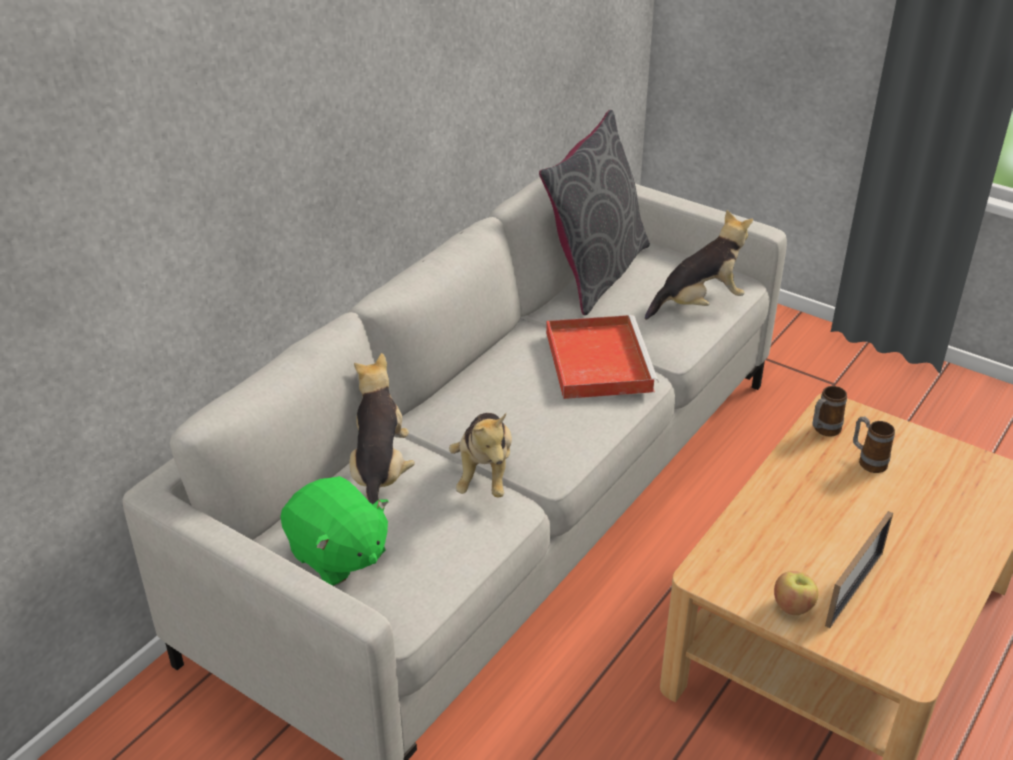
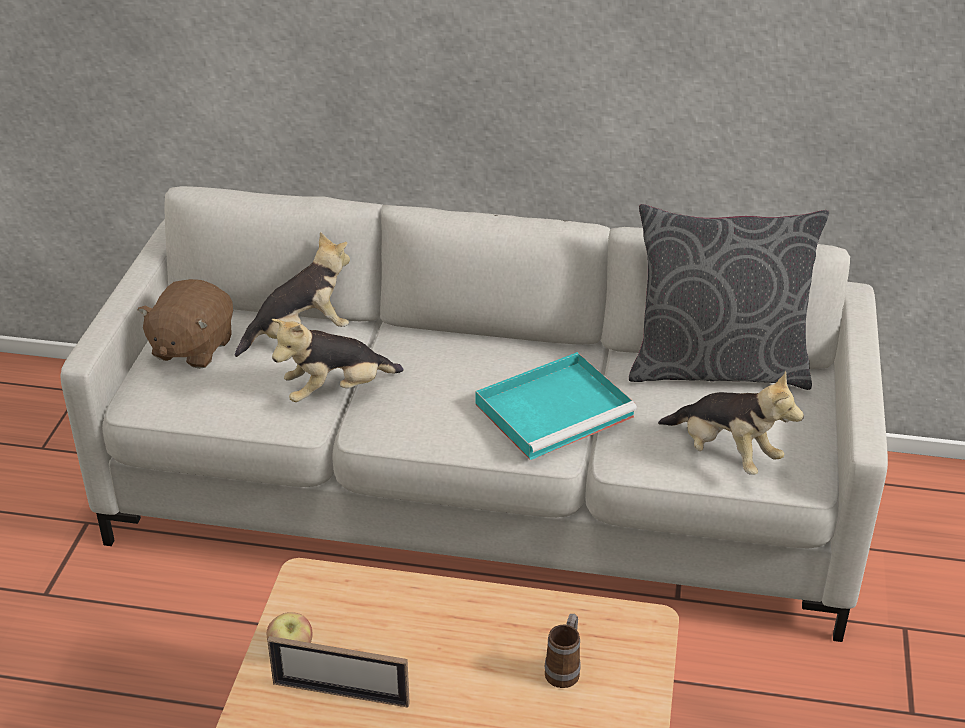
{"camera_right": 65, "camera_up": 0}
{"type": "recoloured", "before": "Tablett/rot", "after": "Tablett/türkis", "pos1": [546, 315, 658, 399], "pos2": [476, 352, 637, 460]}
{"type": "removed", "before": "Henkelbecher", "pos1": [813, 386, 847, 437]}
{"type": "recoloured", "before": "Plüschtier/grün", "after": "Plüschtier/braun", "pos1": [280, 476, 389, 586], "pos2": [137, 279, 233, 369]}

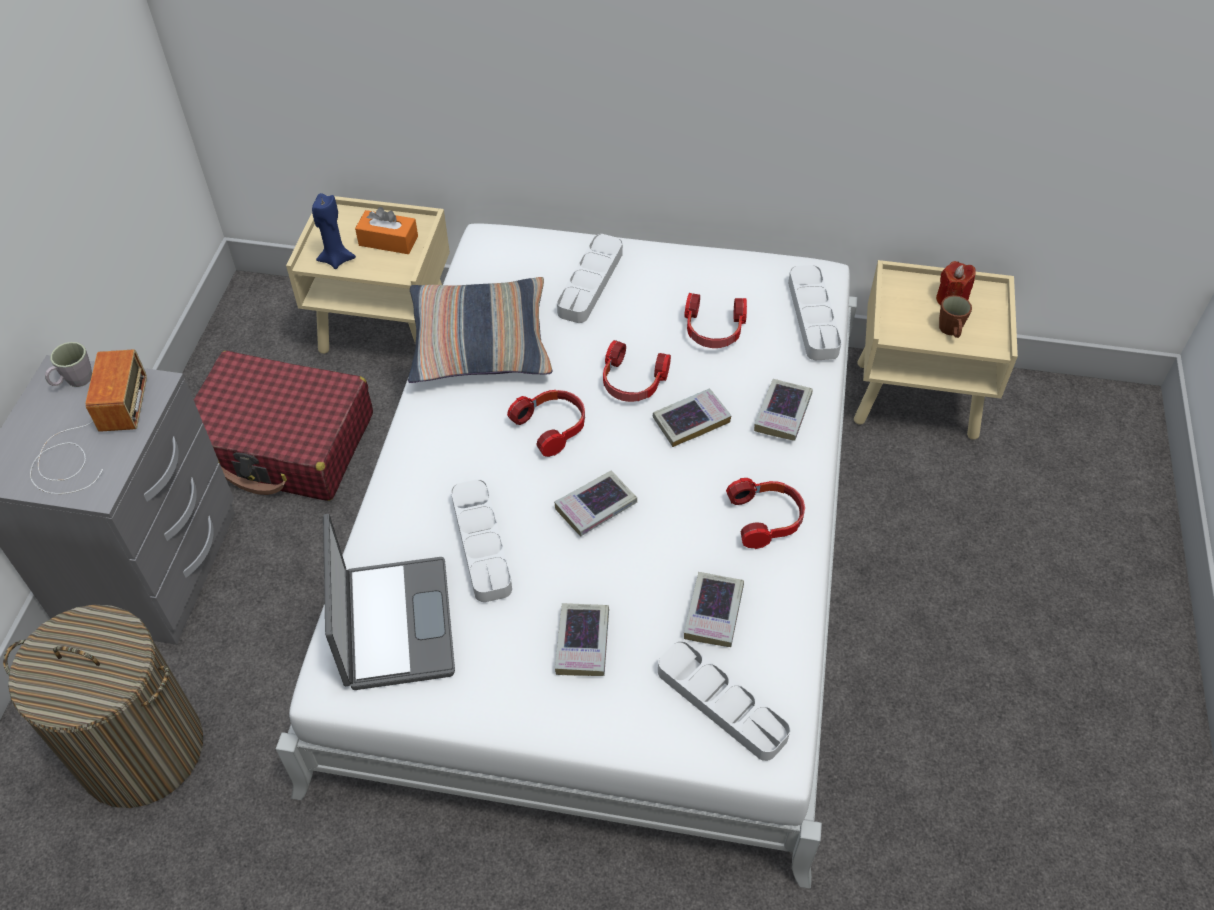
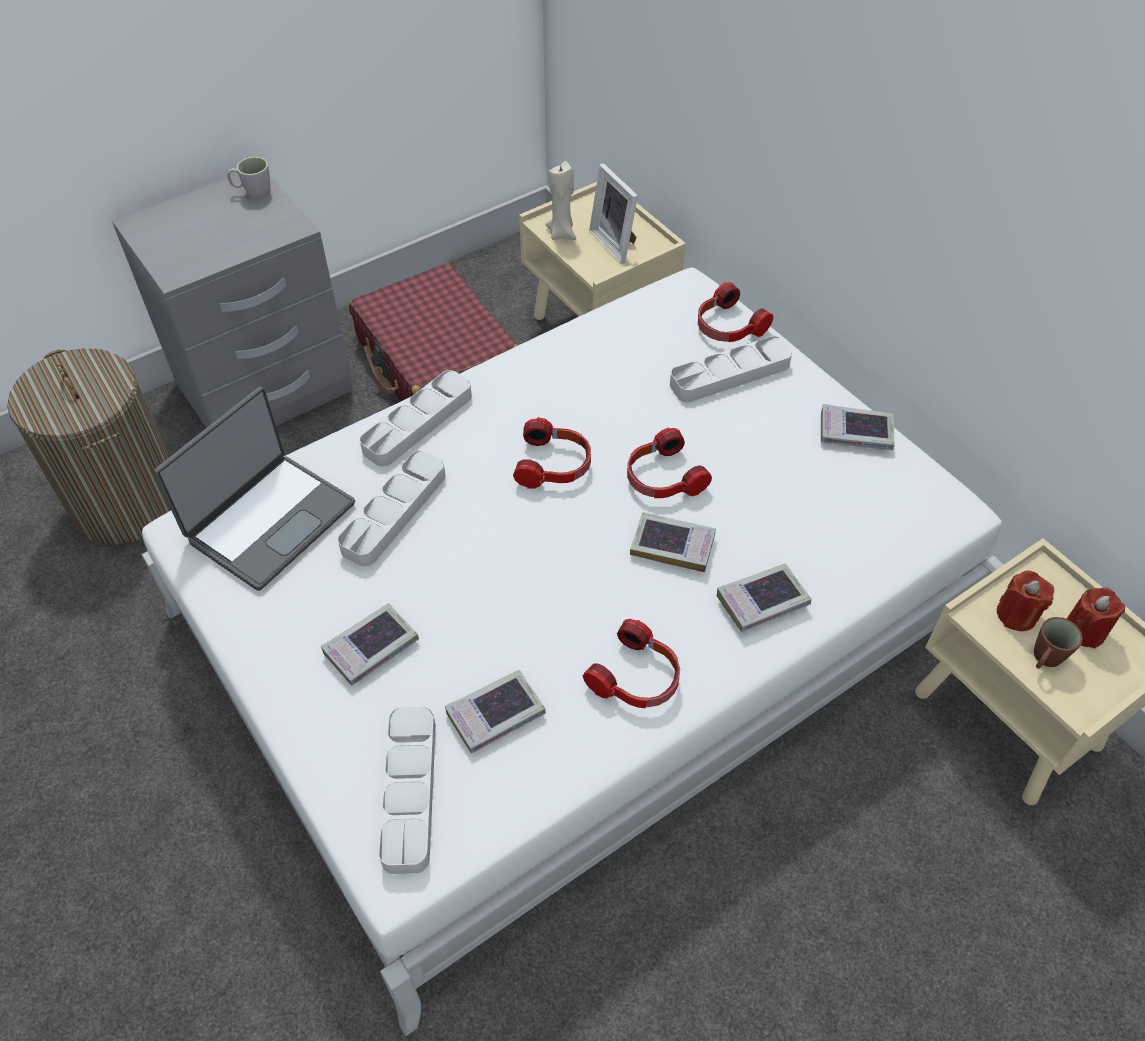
{"camera_right": 45, "camera_up": 0}
{"type": "recoloured", "before": "Kerze/blau", "after": "Kerze/beige", "pos1": [312, 193, 356, 269], "pos2": [545, 161, 576, 240]}
{"type": "replaced", "before": "Taschentuchbox/orange", "after": "Bilderrahmen", "pos1": [355, 207, 418, 254], "pos2": [589, 163, 638, 264]}
{"type": "moved", "before": "Tablett/grau", "pos1": [788, 265, 841, 360], "pos2": [360, 370, 472, 467]}
{"type": "removed", "before": "Kissen", "pos1": [408, 277, 553, 383]}
{"type": "moved", "before": "Kopfhörer", "pos1": [684, 293, 747, 348], "pos2": [698, 282, 773, 342]}
{"type": "removed", "before": "Radio", "pos1": [30, 349, 147, 494]}
{"type": "moved", "before": "Buch", "pos1": [554, 470, 637, 536], "pos2": [821, 404, 895, 450]}
{"type": "added", "after": "Kerze/rot", "pos2": [997, 571, 1054, 631]}

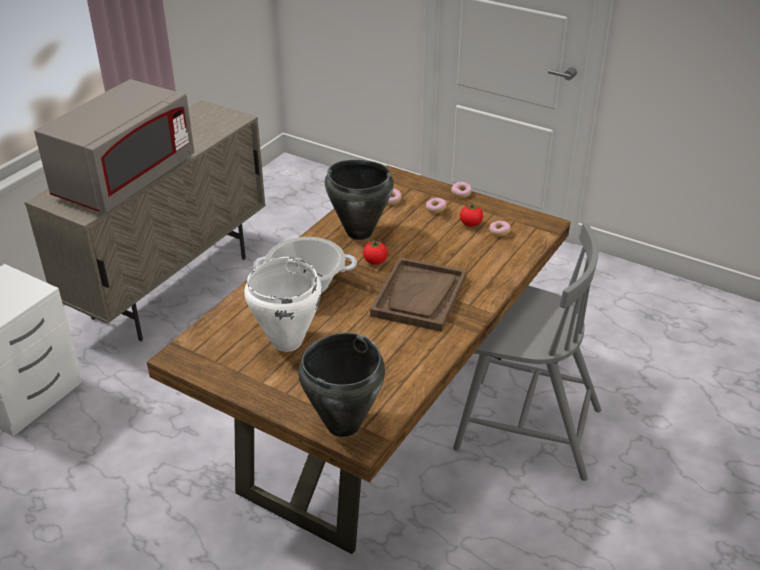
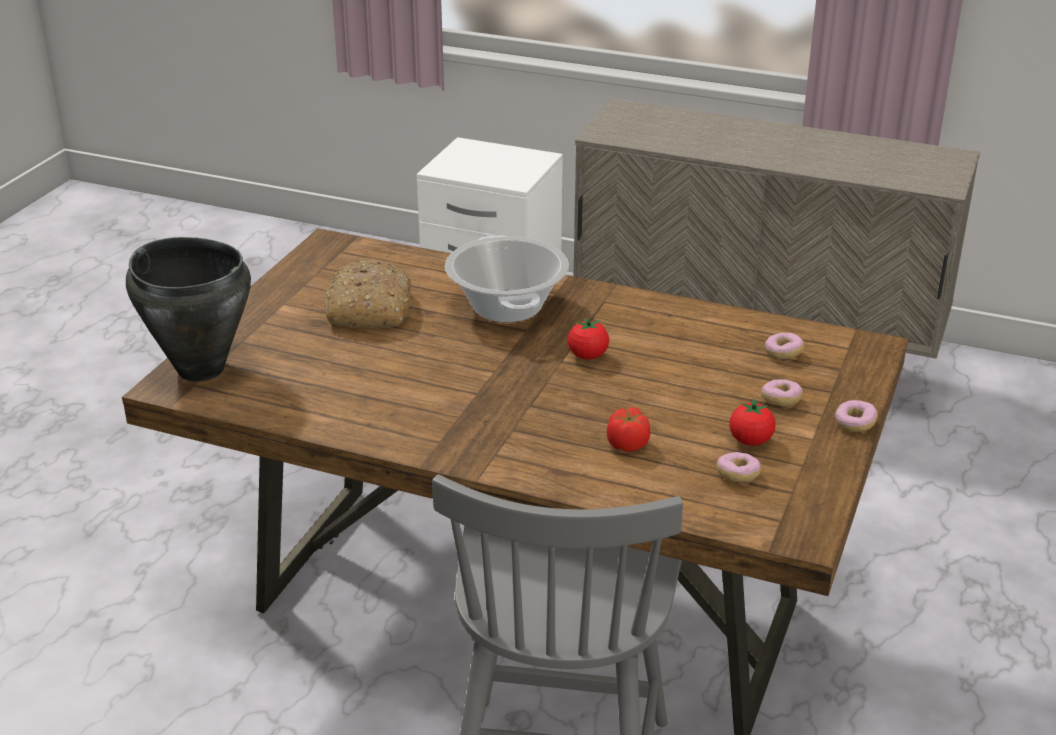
{"camera_right": 80, "camera_up": -5}
{"type": "removed", "before": "Mikrowelle/grau", "pos1": [34, 79, 194, 212]}
{"type": "removed", "before": "Kochtopf/schwarz", "pos1": [325, 160, 394, 240]}
{"type": "replaced", "before": "Kochtopf/weiß", "after": "Brot", "pos1": [244, 257, 322, 352], "pos2": [325, 260, 412, 327]}
{"type": "removed", "before": "Tablett/braun", "pos1": [370, 257, 467, 332]}
{"type": "added", "after": "Tomate", "pos2": [607, 407, 650, 452]}

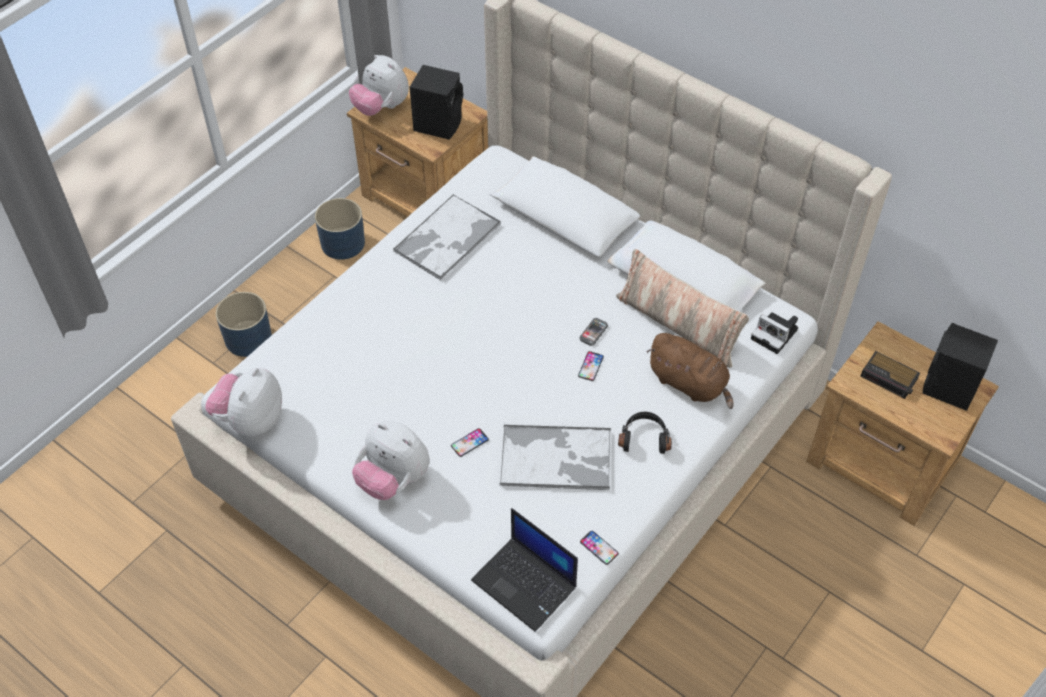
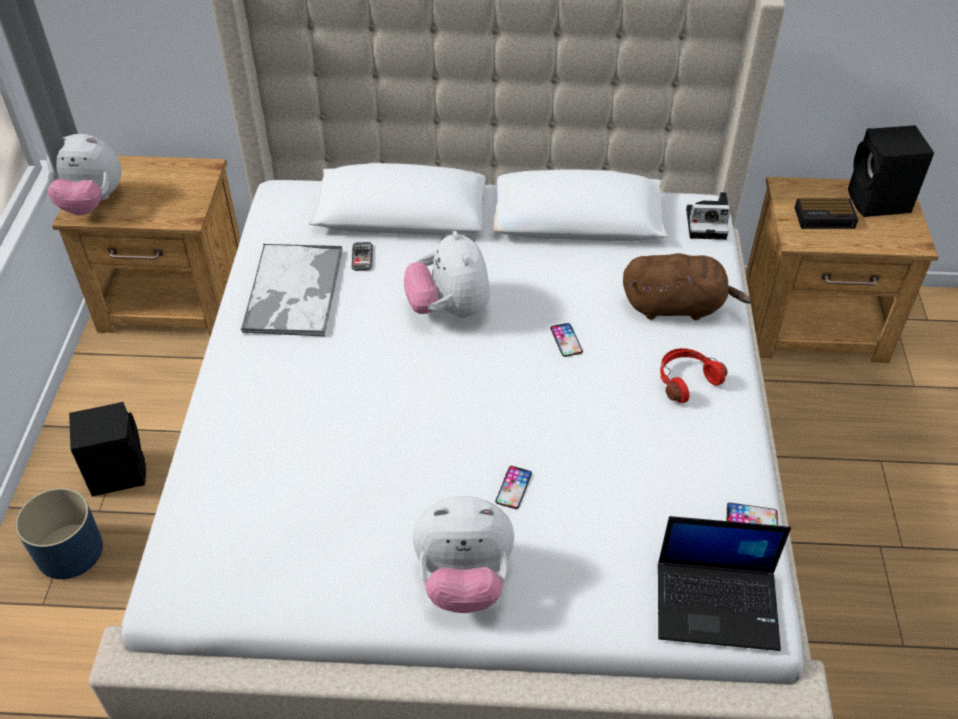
{"camera_right": -35, "camera_up": -5}
{"type": "moved", "before": "Lautsprecher/schwarz", "pos1": [410, 65, 463, 140], "pos2": [69, 402, 146, 497]}
{"type": "removed", "before": "Pflanzkübel/blau", "pos1": [315, 198, 365, 260]}
{"type": "removed", "before": "Kissen", "pos1": [616, 249, 749, 368]}
{"type": "moved", "before": "Handy", "pos1": [579, 318, 608, 346], "pos2": [351, 242, 373, 271]}
{"type": "moved", "before": "Plüschtier", "pos1": [205, 368, 282, 436], "pos2": [404, 231, 490, 318]}
{"type": "recoloured", "before": "Kopfhörer/schwarz", "after": "Kopfhörer/rot", "pos1": [618, 412, 672, 454], "pos2": [660, 348, 727, 403]}
{"type": "removed", "before": "Tablett", "pos1": [500, 424, 611, 490]}

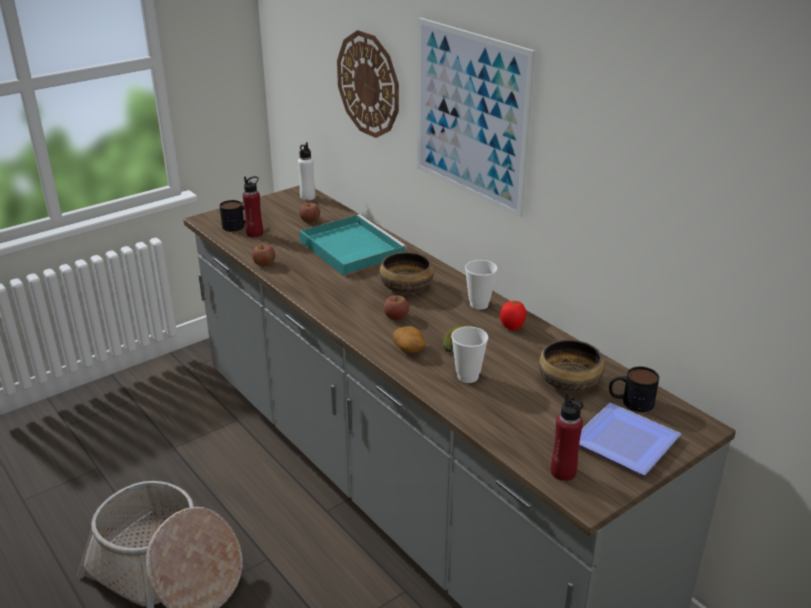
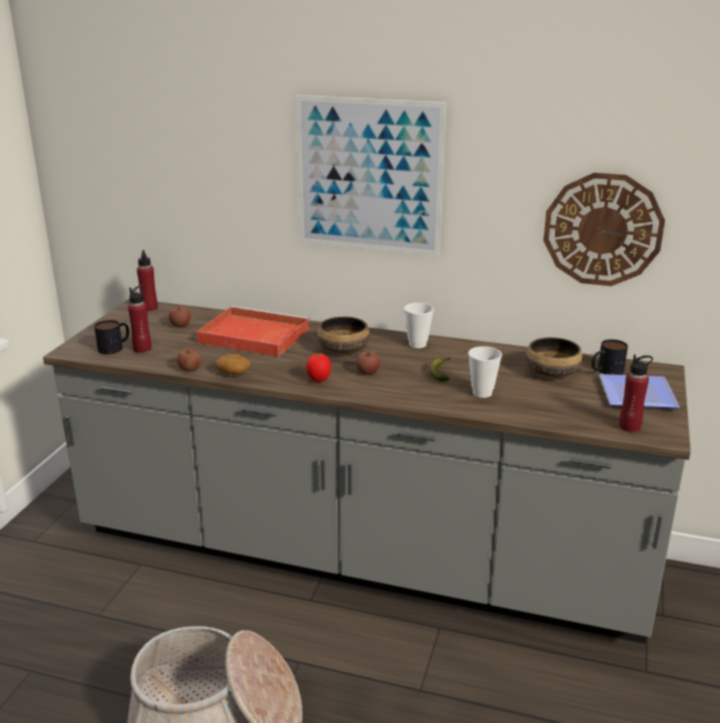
{"camera_right": -35, "camera_up": -5}
{"type": "moved", "before": "Wanduhr", "pos1": [337, 30, 399, 138], "pos2": [543, 173, 665, 286]}
{"type": "recoloured", "before": "Flasche/weiß", "after": "Flasche/rot", "pos1": [298, 142, 315, 201], "pos2": [137, 250, 158, 311]}
{"type": "recoloured", "before": "Tablett/türkis", "after": "Tablett/rot", "pos1": [300, 214, 407, 276], "pos2": [196, 306, 310, 357]}
{"type": "moved", "before": "Tomate", "pos1": [500, 300, 526, 330], "pos2": [306, 353, 331, 382]}
{"type": "moved", "before": "Kartoffel", "pos1": [393, 326, 425, 353], "pos2": [215, 354, 251, 375]}

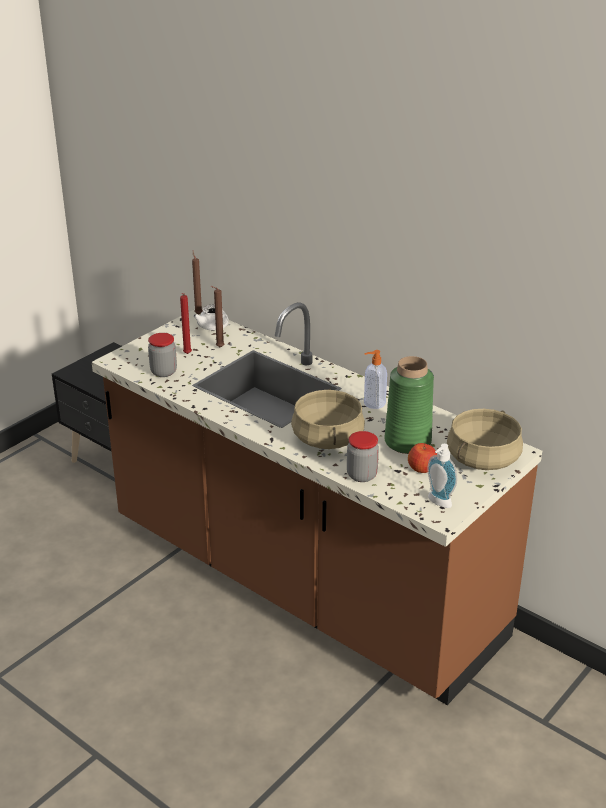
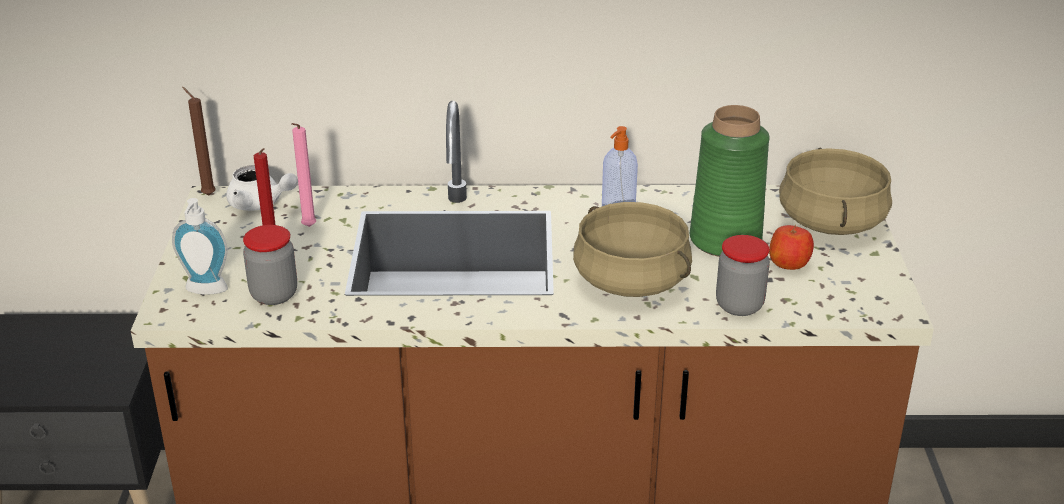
{"camera_right": -40, "camera_up": 0}
{"type": "recoloured", "before": "Kerze/braun", "after": "Kerze/rosa", "pos1": [211, 286, 225, 348], "pos2": [291, 123, 316, 227]}
{"type": "moved", "before": "Seifenspender", "pos1": [427, 444, 457, 508], "pos2": [172, 198, 228, 295]}

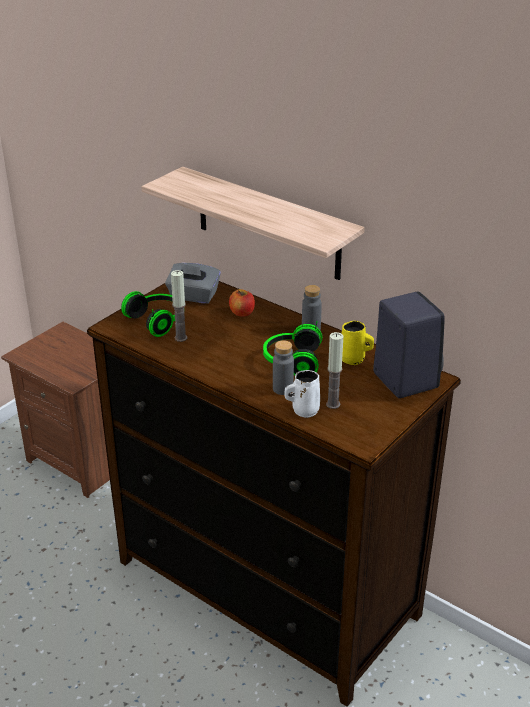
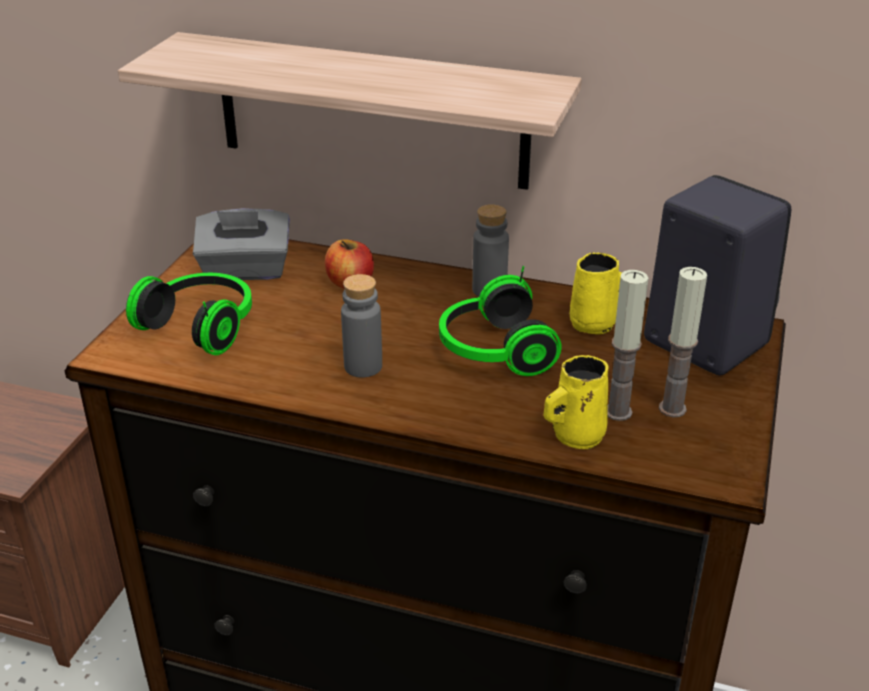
{"camera_right": -20, "camera_up": 0}
{"type": "moved", "before": "Kerze", "pos1": [171, 270, 187, 342], "pos2": [659, 267, 707, 417]}
{"type": "moved", "before": "Flasche/grau", "pos1": [273, 340, 294, 395], "pos2": [341, 274, 382, 378]}
{"type": "recoloured", "before": "Henkelbecher/weiß", "after": "Henkelbecher/gelb", "pos1": [284, 370, 320, 418], "pos2": [544, 355, 609, 449]}

